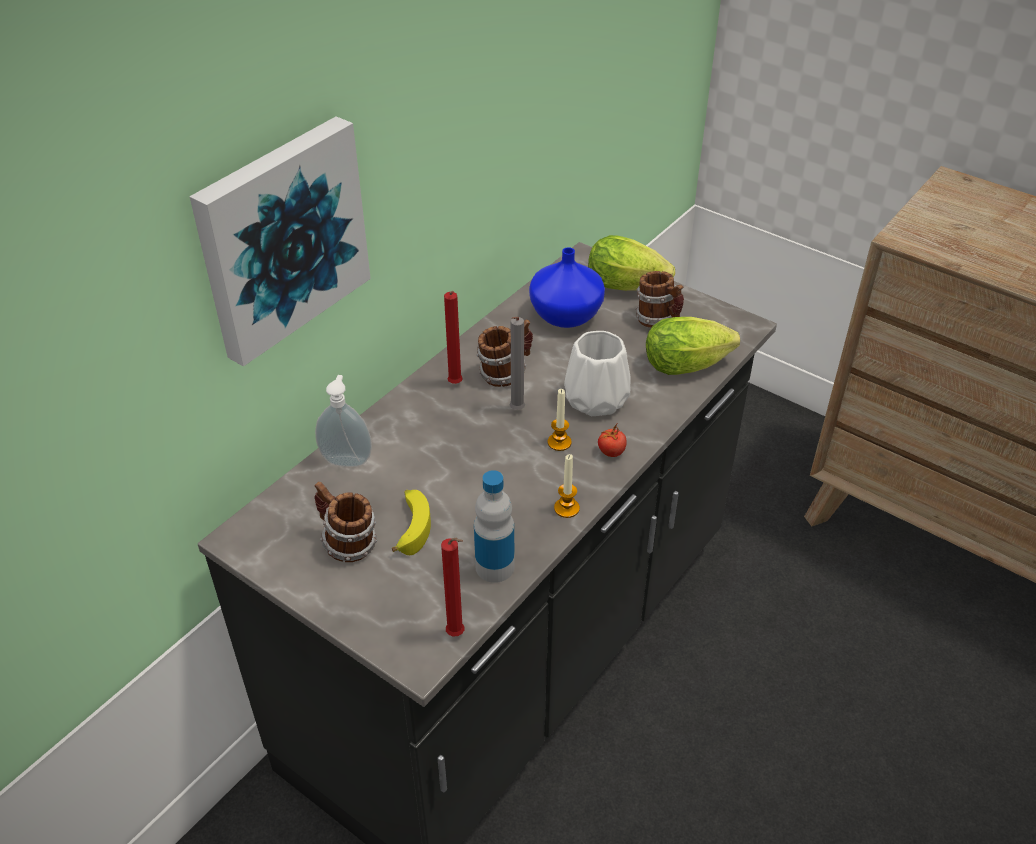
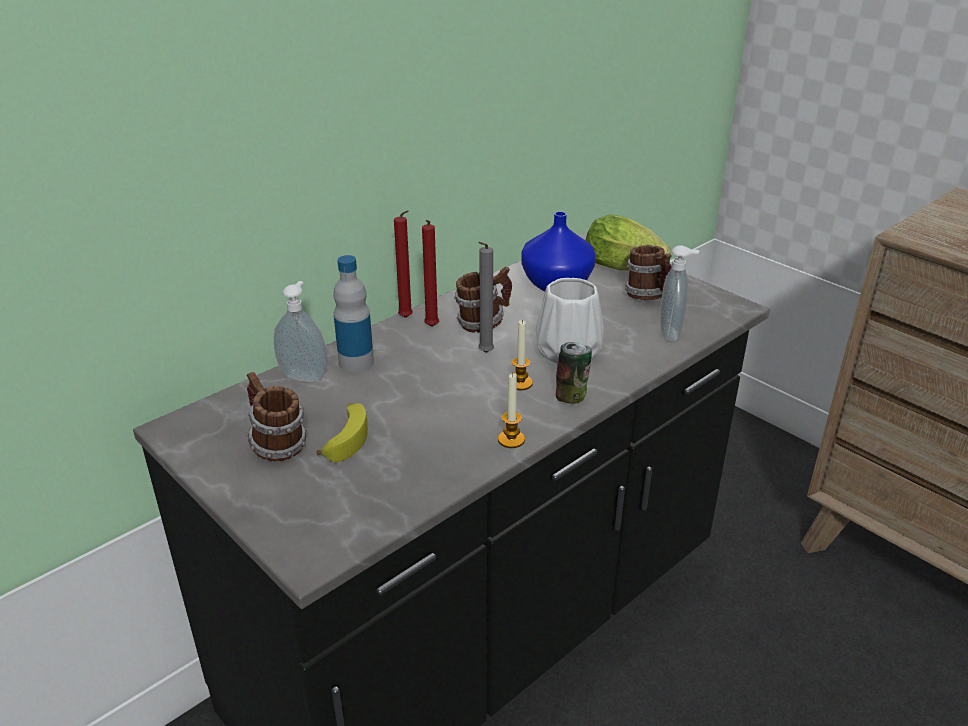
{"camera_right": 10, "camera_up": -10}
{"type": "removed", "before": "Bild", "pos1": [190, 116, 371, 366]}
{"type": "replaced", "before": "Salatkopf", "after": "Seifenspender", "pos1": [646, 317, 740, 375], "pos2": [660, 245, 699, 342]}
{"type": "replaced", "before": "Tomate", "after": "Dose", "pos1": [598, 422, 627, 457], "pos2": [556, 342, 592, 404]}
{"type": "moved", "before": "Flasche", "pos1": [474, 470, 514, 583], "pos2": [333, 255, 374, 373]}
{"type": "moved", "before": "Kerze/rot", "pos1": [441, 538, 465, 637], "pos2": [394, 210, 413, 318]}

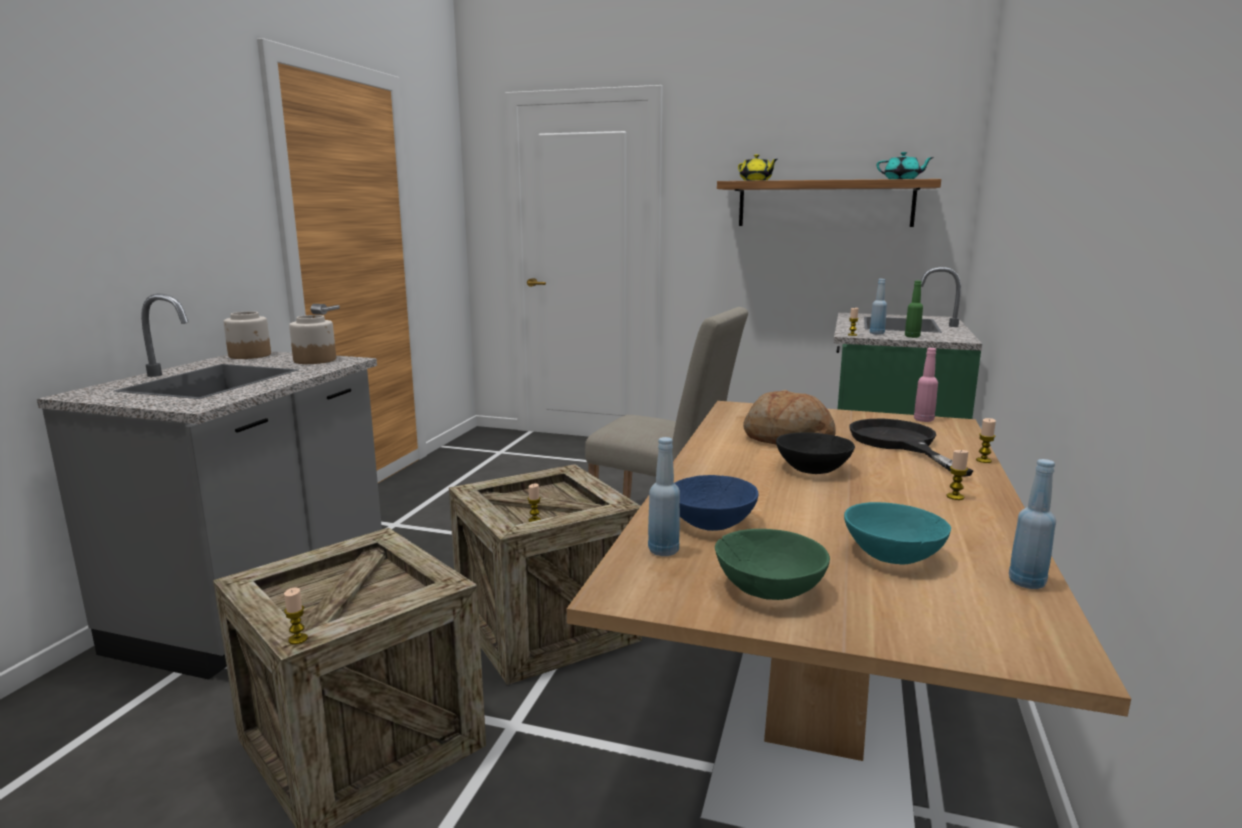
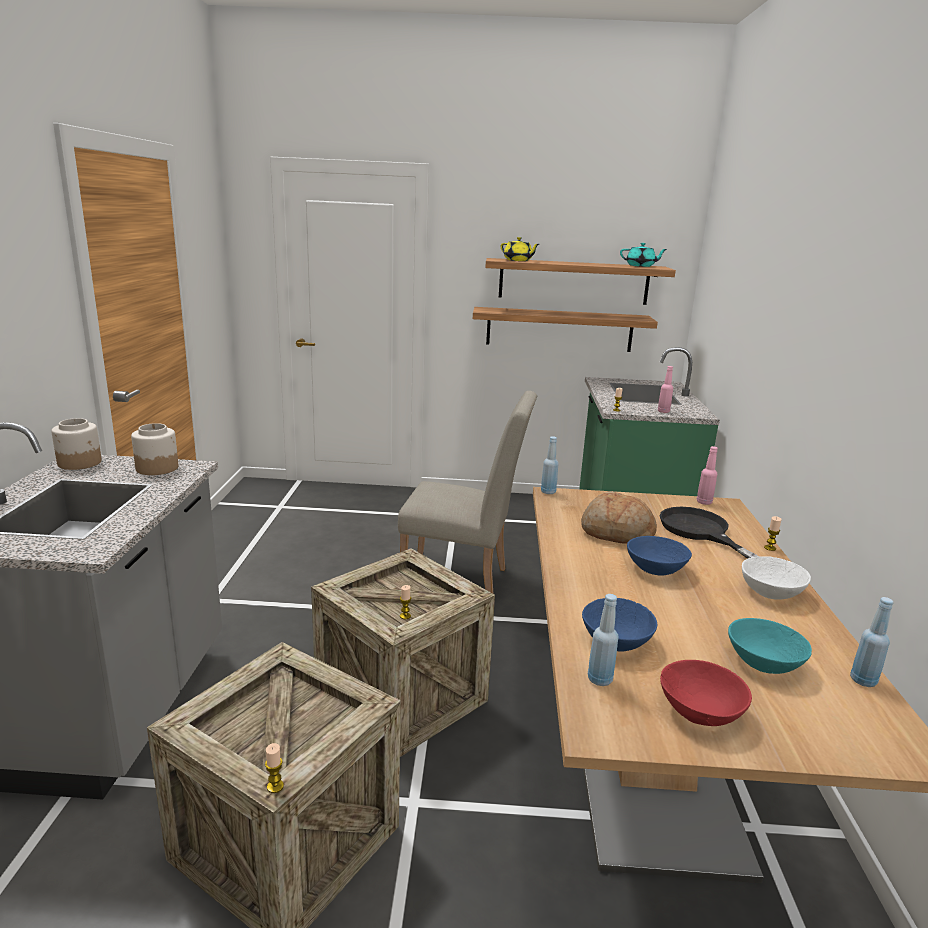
{"camera_right": -15, "camera_up": 5}
{"type": "moved", "before": "Flasche/blau", "pos1": [870, 279, 887, 335], "pos2": [541, 436, 559, 494]}
{"type": "recoloured", "before": "Flasche/grün", "after": "Flasche/rosa", "pos1": [905, 281, 923, 338], "pos2": [658, 366, 673, 413]}
{"type": "recoloured", "before": "Schüssel/schwarz", "after": "Schüssel/blau", "pos1": [776, 432, 855, 474], "pos2": [627, 536, 692, 576]}
{"type": "replaced", "before": "Kerze", "after": "Schüssel/weiß", "pos1": [946, 450, 968, 500], "pos2": [742, 556, 811, 600]}
{"type": "recoloured", "before": "Schüssel/grün", "after": "Schüssel/rot", "pos1": [715, 529, 830, 600], "pos2": [660, 660, 752, 726]}
{"type": "added", "after": "Wandregal", "pos2": [473, 307, 658, 352]}

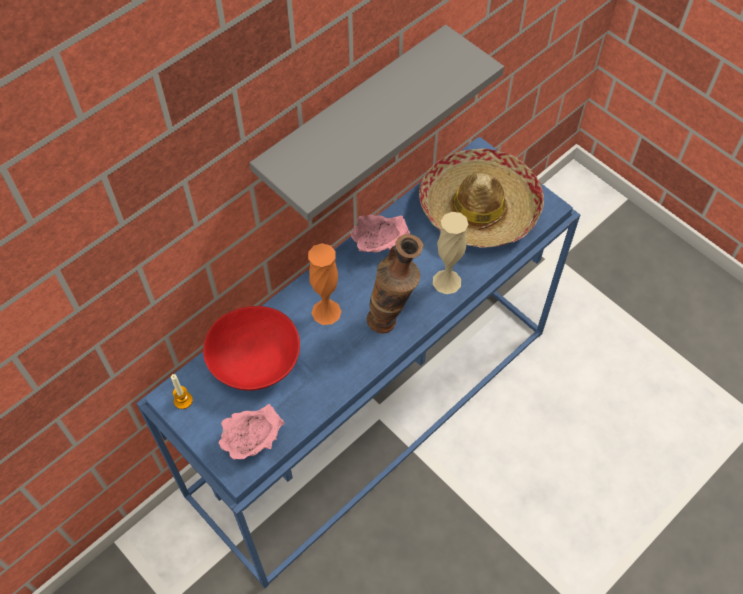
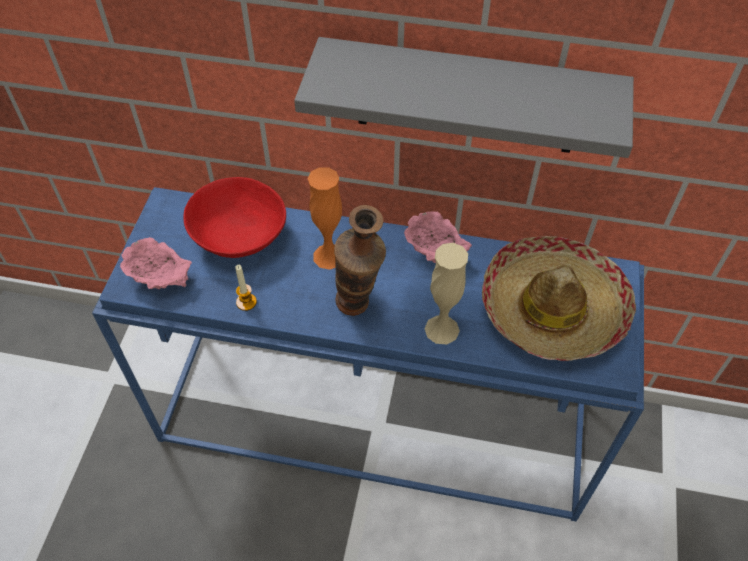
{"camera_right": 55, "camera_up": -5}
{"type": "moved", "before": "Kerze", "pos1": [171, 374, 193, 409], "pos2": [235, 265, 257, 311]}

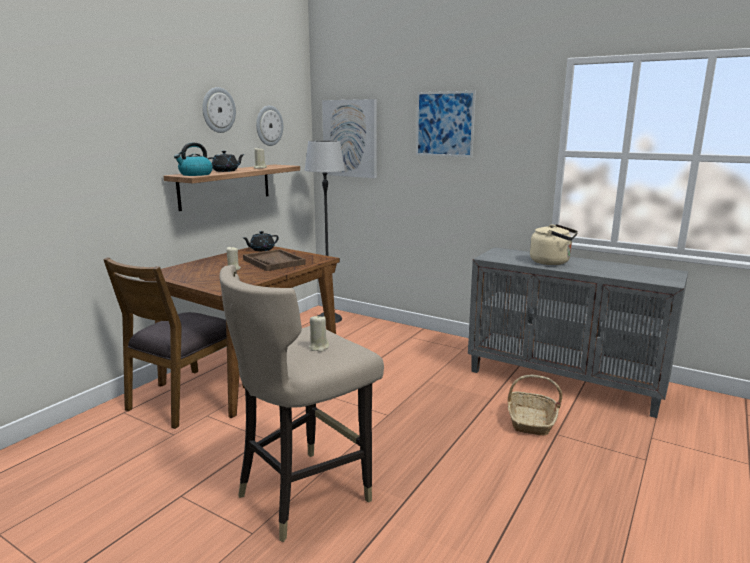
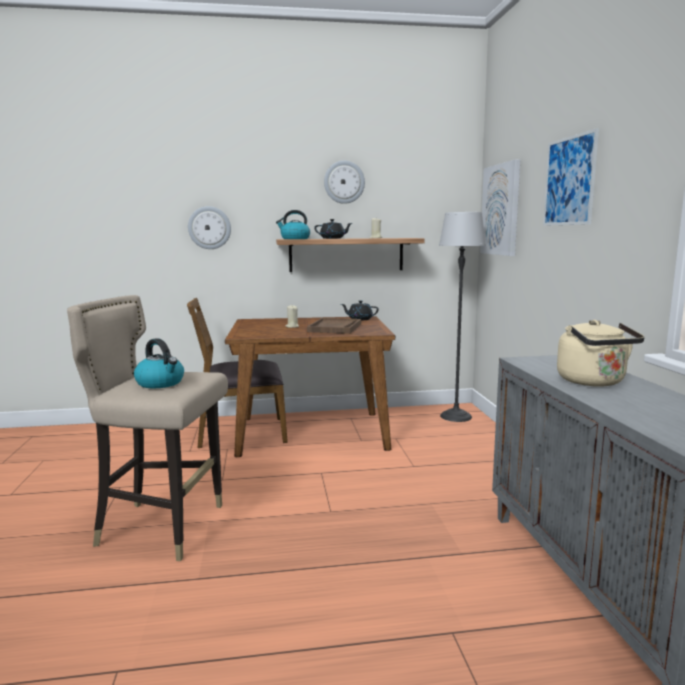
{"camera_right": 50, "camera_up": -5}
{"type": "moved", "before": "Wanduhr", "pos1": [256, 105, 283, 146], "pos2": [188, 206, 231, 249]}
{"type": "replaced", "before": "Kerze/beige", "after": "Wasserkessel", "pos1": [309, 315, 329, 352], "pos2": [134, 338, 184, 388]}
{"type": "removed", "before": "Korb", "pos1": [507, 375, 562, 436]}

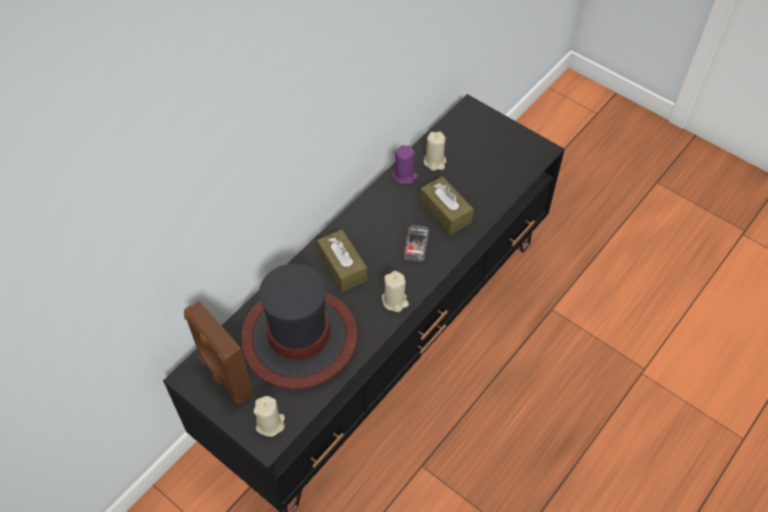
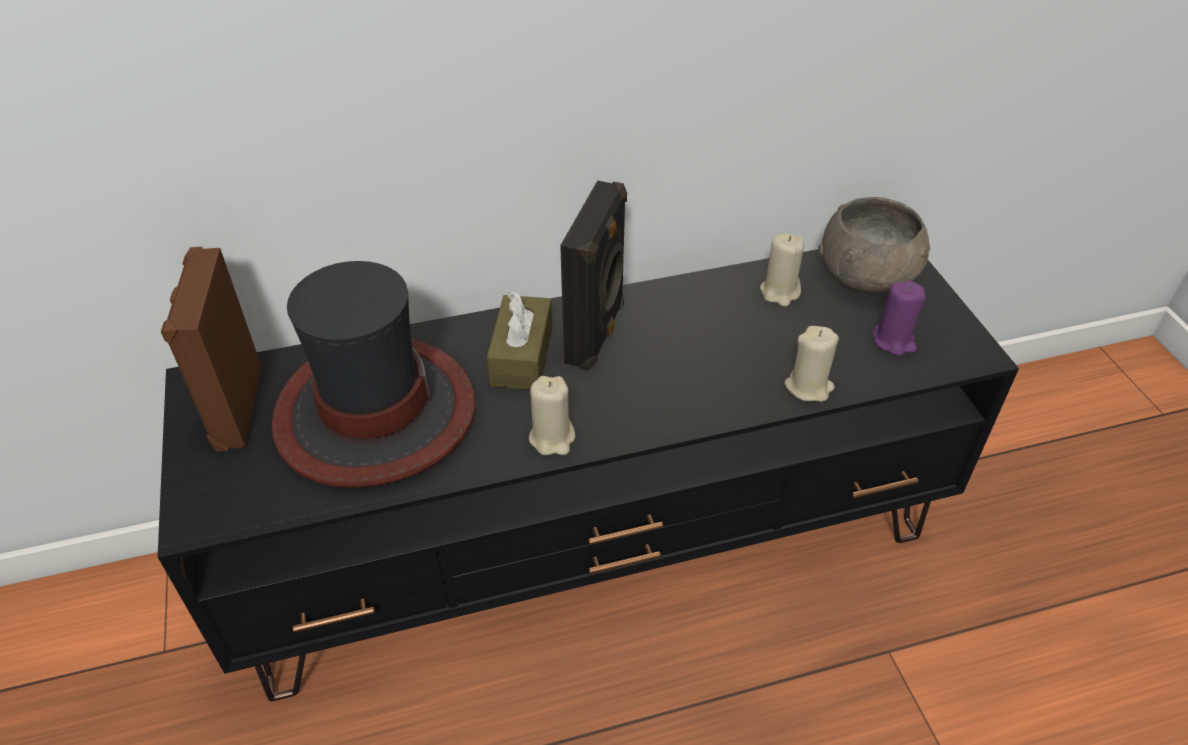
{"camera_right": 35, "camera_up": -10}
{"type": "moved", "before": "Kerze/lila", "pos1": [392, 145, 418, 184], "pos2": [873, 280, 926, 356]}
{"type": "removed", "before": "Taschentuchbox/braun", "pos1": [420, 176, 474, 235]}
{"type": "removed", "before": "Handy", "pos1": [403, 225, 430, 262]}
{"type": "moved", "before": "Kerze/beige", "pos1": [253, 396, 285, 437], "pos2": [784, 326, 839, 402]}
{"type": "added", "after": "Lautsprecher/schwarz", "pos2": [560, 180, 627, 371]}
{"type": "added", "after": "Schüssel/grau", "pos2": [818, 197, 930, 293]}

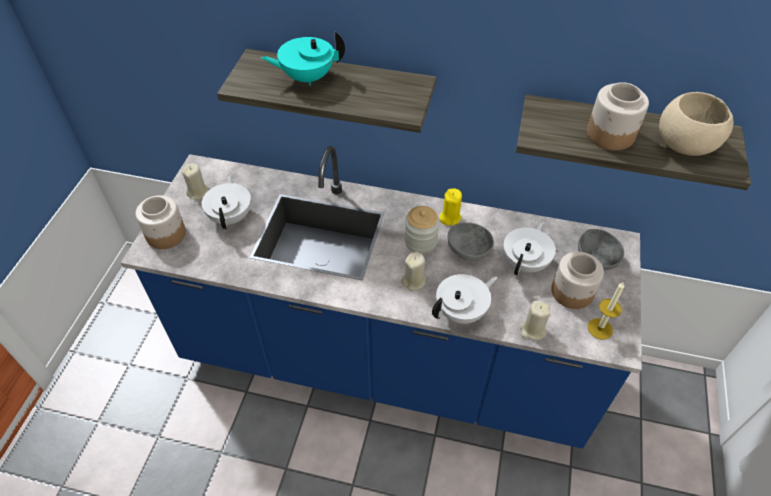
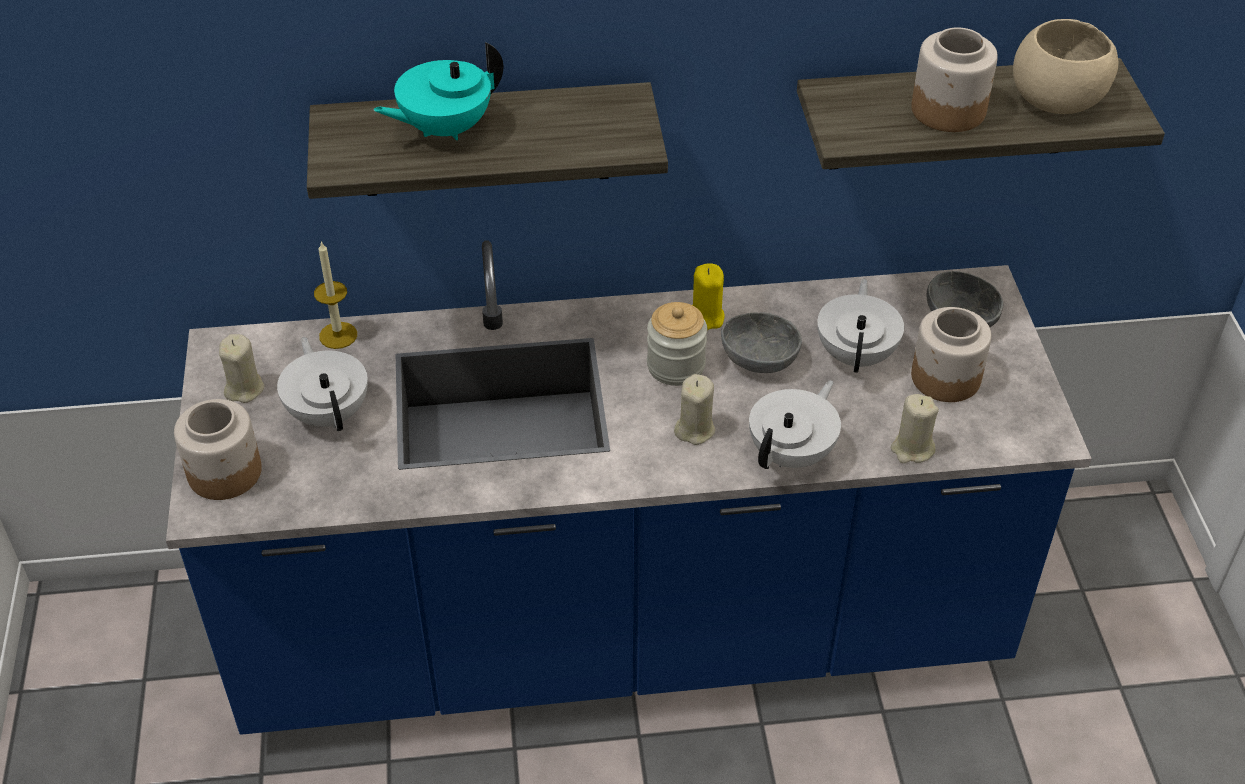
{"camera_right": -20, "camera_up": -5}
{"type": "moved", "before": "Kerze", "pos1": [588, 282, 624, 340], "pos2": [314, 241, 357, 349]}

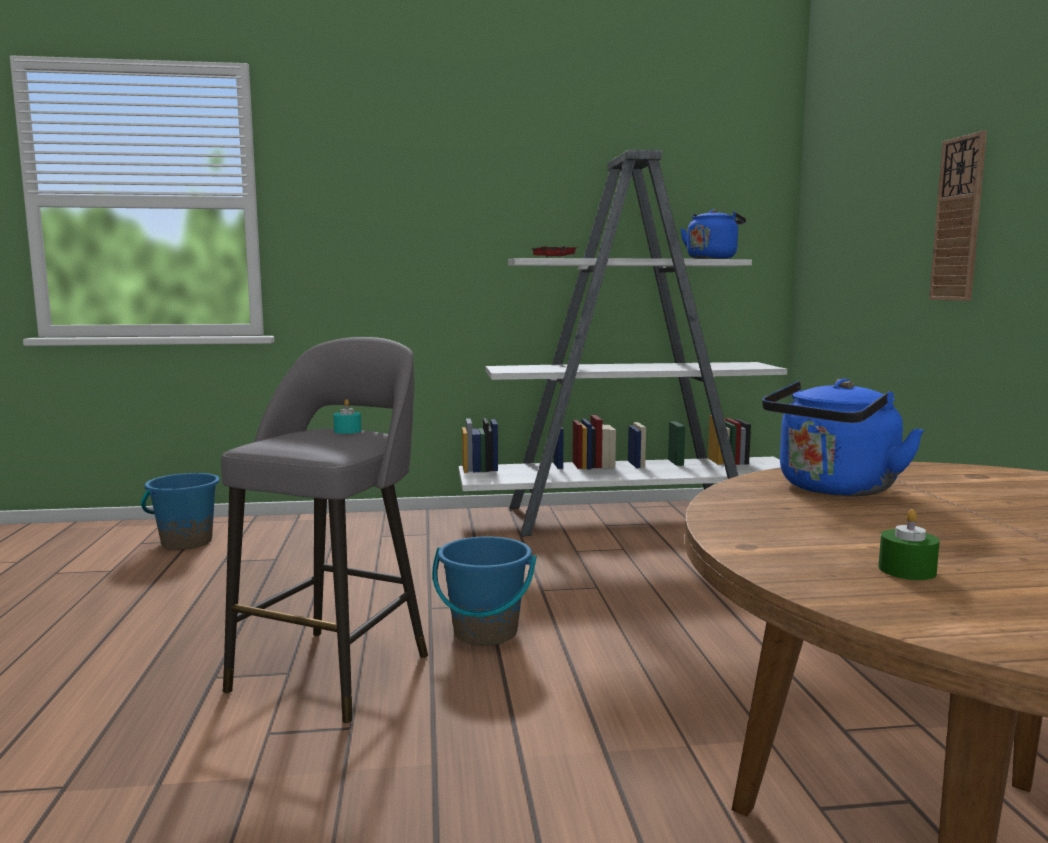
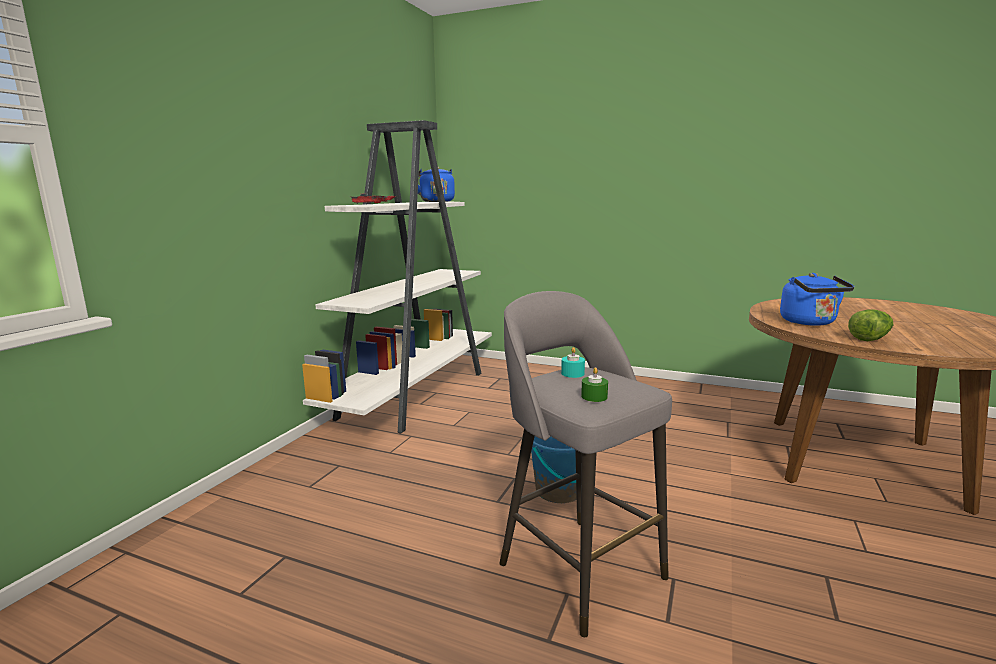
{"camera_right": -60, "camera_up": 5}
{"type": "removed", "before": "Wanduhr", "pos1": [929, 131, 987, 301]}
{"type": "removed", "before": "Eimer/blau", "pos1": [141, 473, 219, 550]}
{"type": "moved", "before": "Kerze/grün", "pos1": [878, 509, 940, 580], "pos2": [581, 367, 608, 402]}
{"type": "added", "after": "Salatkopf", "pos2": [848, 309, 893, 341]}

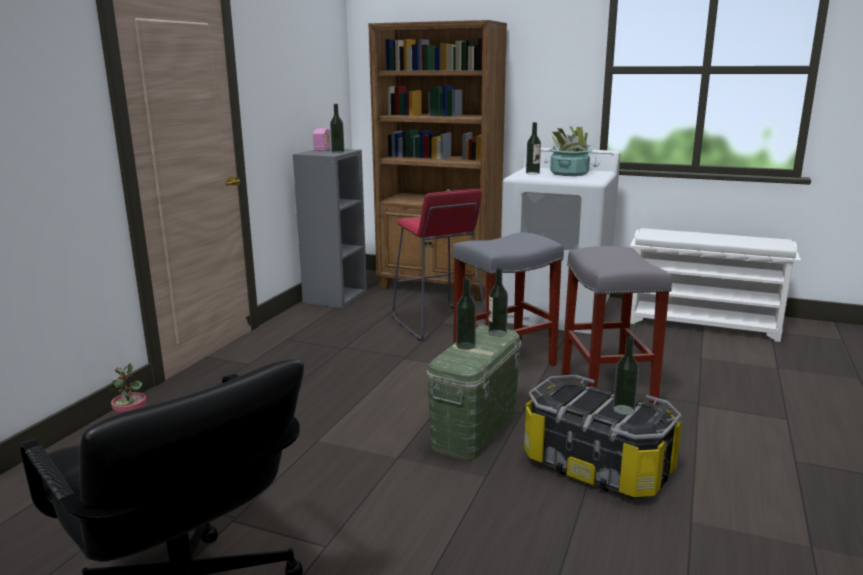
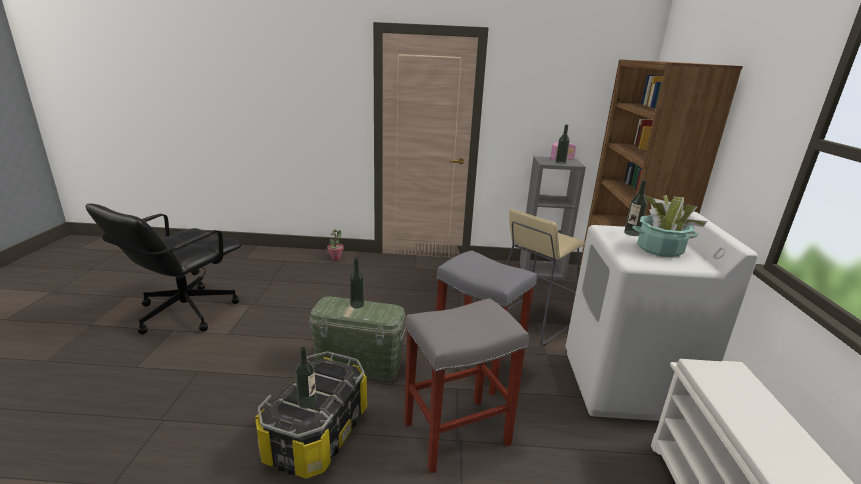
{"camera_right": 70, "camera_up": 5}
{"type": "recoloured", "before": "Hocker/rot", "after": "Hocker/beige", "pos1": [392, 189, 486, 341], "pos2": [506, 209, 585, 346]}
{"type": "removed", "before": "Flasche", "pos1": [488, 268, 508, 337]}

